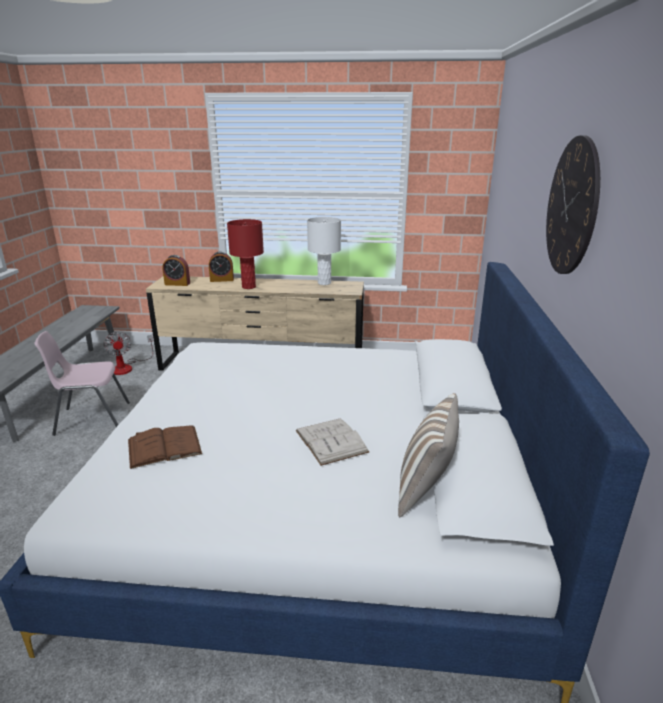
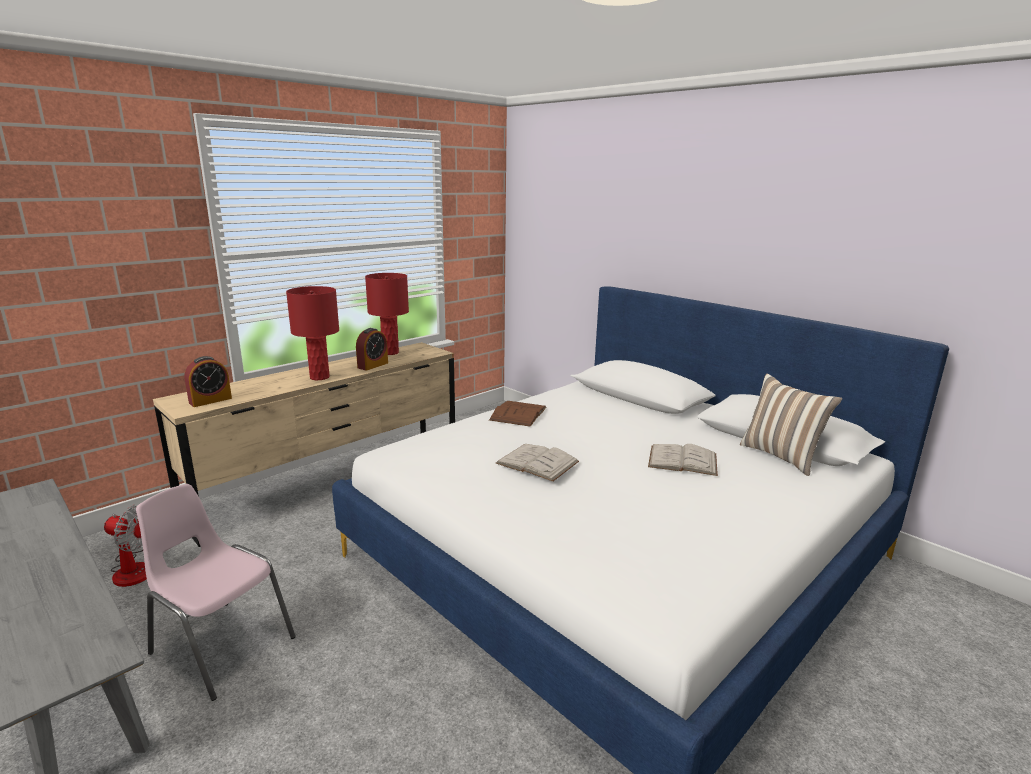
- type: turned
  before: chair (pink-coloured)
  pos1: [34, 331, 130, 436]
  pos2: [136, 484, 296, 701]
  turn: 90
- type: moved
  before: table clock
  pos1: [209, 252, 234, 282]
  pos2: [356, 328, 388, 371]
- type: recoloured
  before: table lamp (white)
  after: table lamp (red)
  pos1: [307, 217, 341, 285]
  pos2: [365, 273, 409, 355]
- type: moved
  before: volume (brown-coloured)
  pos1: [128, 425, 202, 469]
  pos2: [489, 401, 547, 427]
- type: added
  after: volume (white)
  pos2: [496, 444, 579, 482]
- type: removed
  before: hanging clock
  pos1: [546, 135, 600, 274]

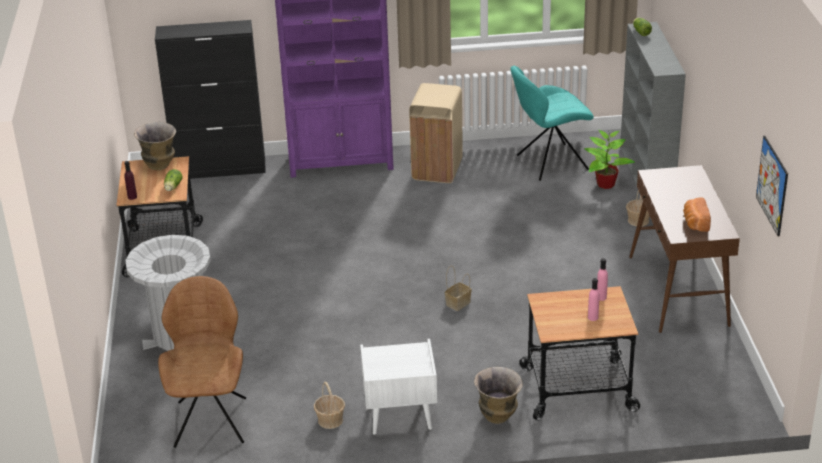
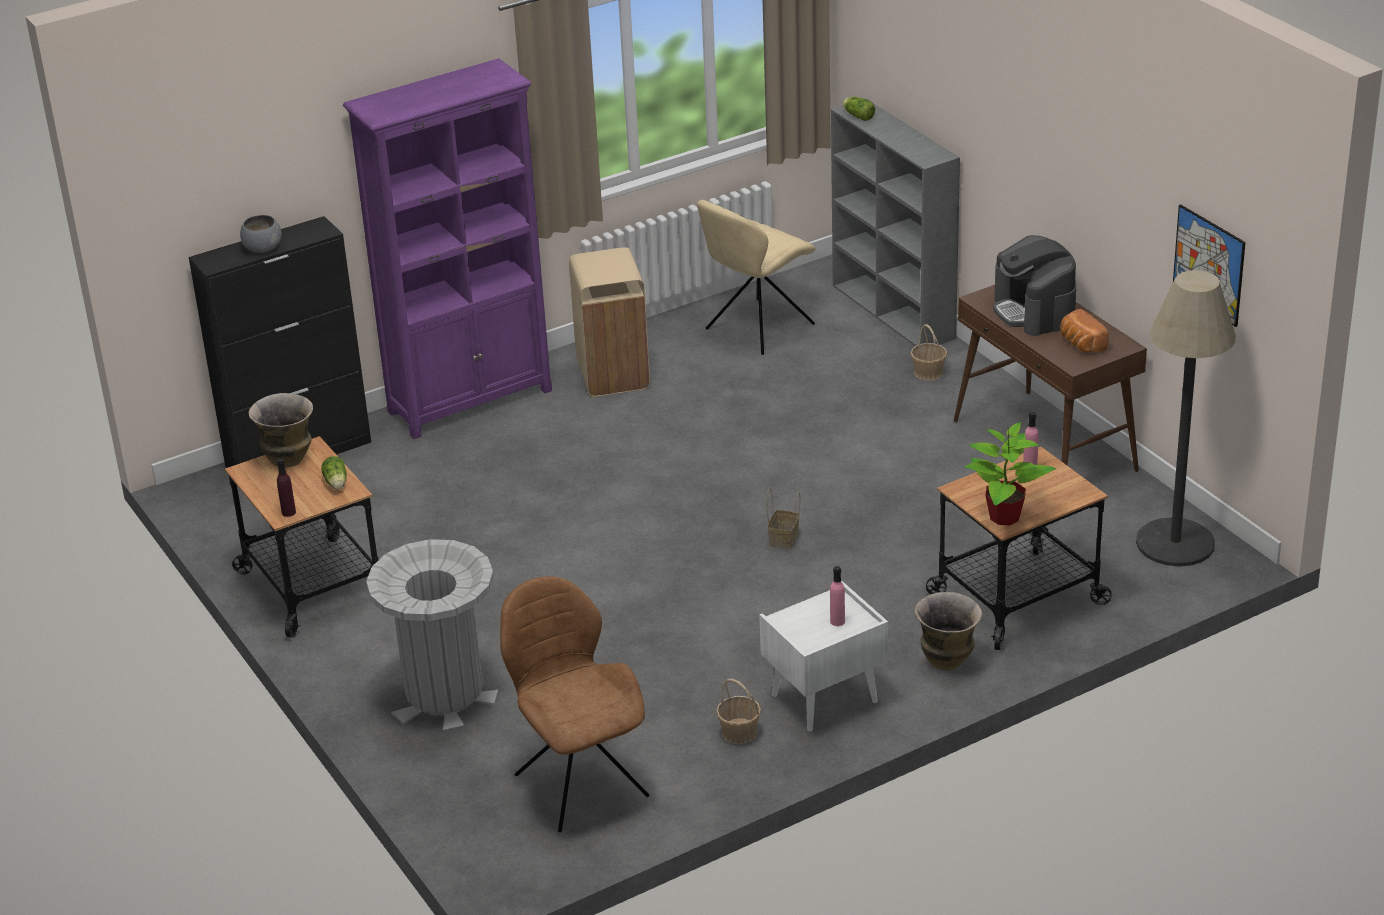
- type: added
  after: deep dish (gray)
  pos2: [240, 215, 281, 253]
- type: recoloured
  before: chair (blue-green)
  after: chair (sand-coloured)
  pos1: [510, 66, 594, 181]
  pos2: [697, 200, 816, 355]
- type: moved
  before: beverage bottle (pink-coloured)
  pos1: [588, 278, 600, 321]
  pos2: [830, 566, 845, 626]
- type: moved
  before: potted plant
  pos1: [584, 130, 635, 189]
  pos2: [964, 422, 1056, 526]
- type: added
  after: coffee maker
  pos2: [993, 235, 1076, 336]
- type: added
  after: standard lamp
  pos2: [1136, 270, 1236, 566]

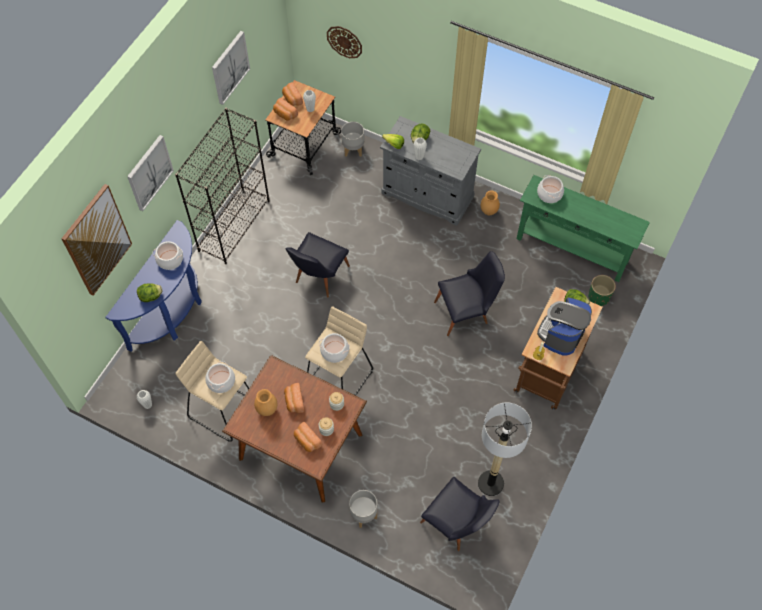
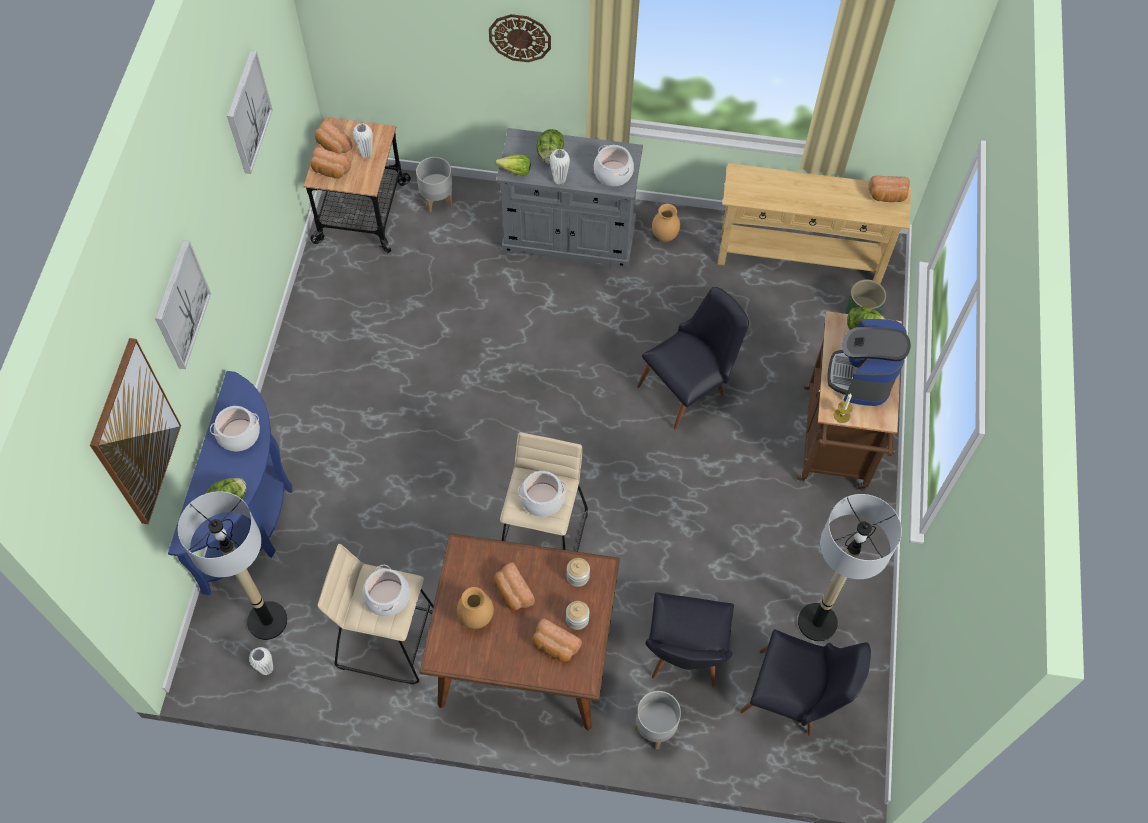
- type: added
  after: standard lamp
  pos2: [178, 491, 288, 640]
- type: moved
  before: hanging clock
  pos1: [327, 26, 362, 58]
  pos2: [489, 14, 551, 62]
- type: moved
  before: cooking pot
  pos1: [537, 175, 564, 203]
  pos2: [594, 145, 634, 186]
- type: moved
  before: chair (blackish)
  pos1: [286, 232, 350, 297]
  pos2: [645, 592, 734, 688]
- type: recoloured
  before: narrow table (green)
  after: narrow table (sand-coloured)
  pos1: [516, 175, 650, 282]
  pos2: [718, 163, 911, 284]
- type: added
  after: bakery bread
  pos2: [869, 175, 910, 202]
- type: removed
  before: bookcase (blackish)
  pos1: [175, 108, 270, 264]

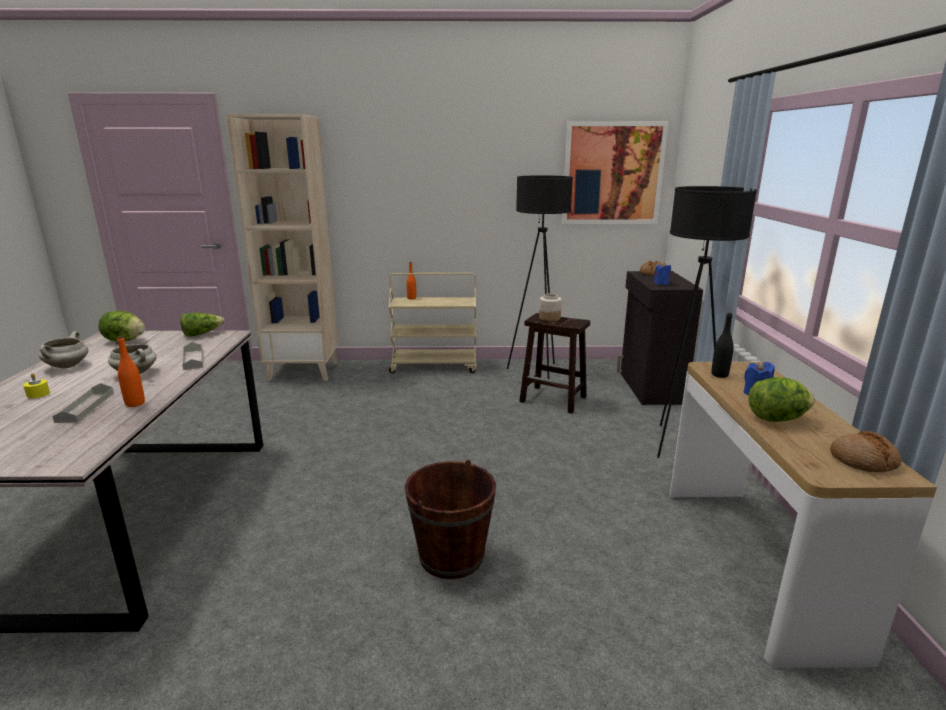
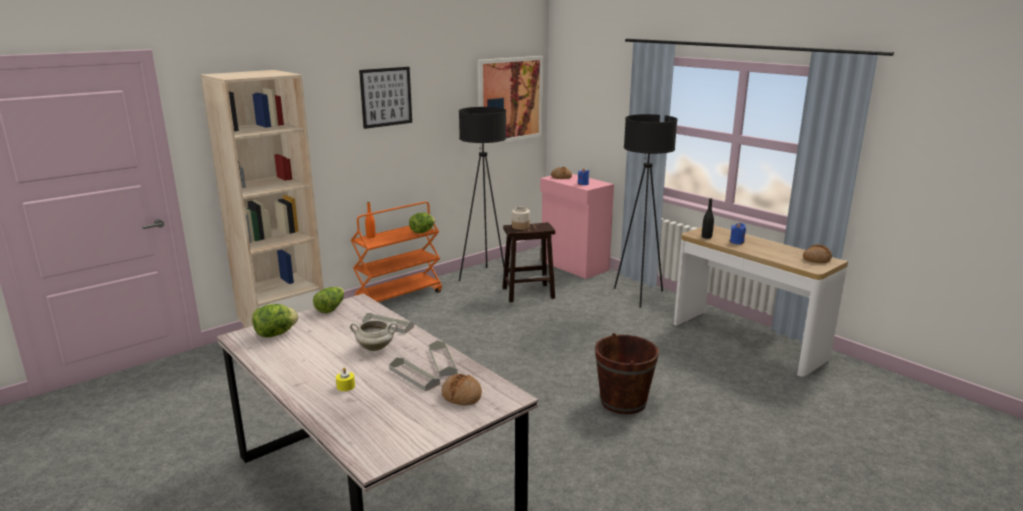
- type: recoloured
  before: trolley (sand-coloured)
  after: trolley (orangey)
  pos1: [389, 273, 477, 373]
  pos2: [351, 201, 442, 302]
- type: added
  after: wall art
  pos2: [359, 67, 412, 129]
- type: moved
  before: lettuce
  pos1: [748, 377, 815, 422]
  pos2: [409, 213, 435, 233]
- type: replaced
  before: beverage bottle (orangey)
  after: carrying tray (gray)
  pos1: [117, 336, 145, 407]
  pos2: [429, 340, 458, 377]
- type: added
  after: bakery bread
  pos2: [442, 374, 482, 405]
- type: recoloured
  before: storage cabinet (blackish)
  after: storage cabinet (pink-coloured)
  pos1: [617, 271, 703, 405]
  pos2: [540, 174, 614, 279]
- type: removed
  before: cooking pot (white)
  pos1: [39, 331, 88, 369]

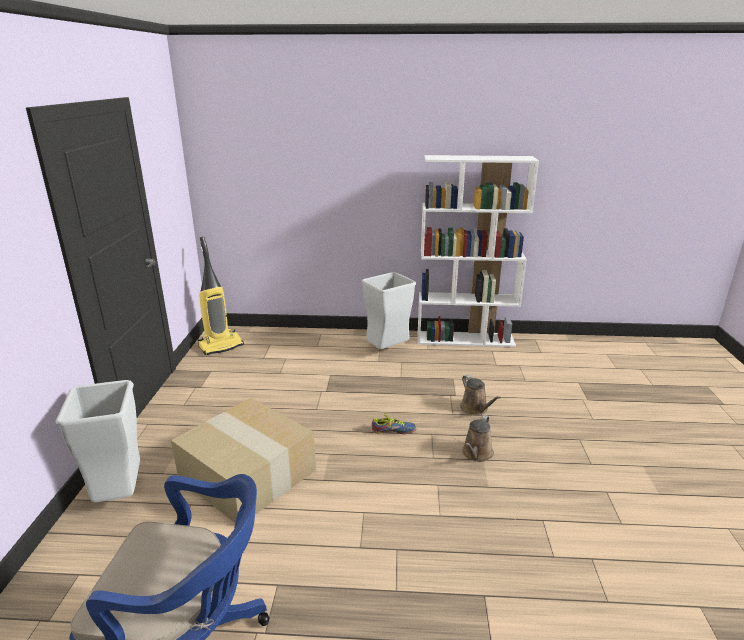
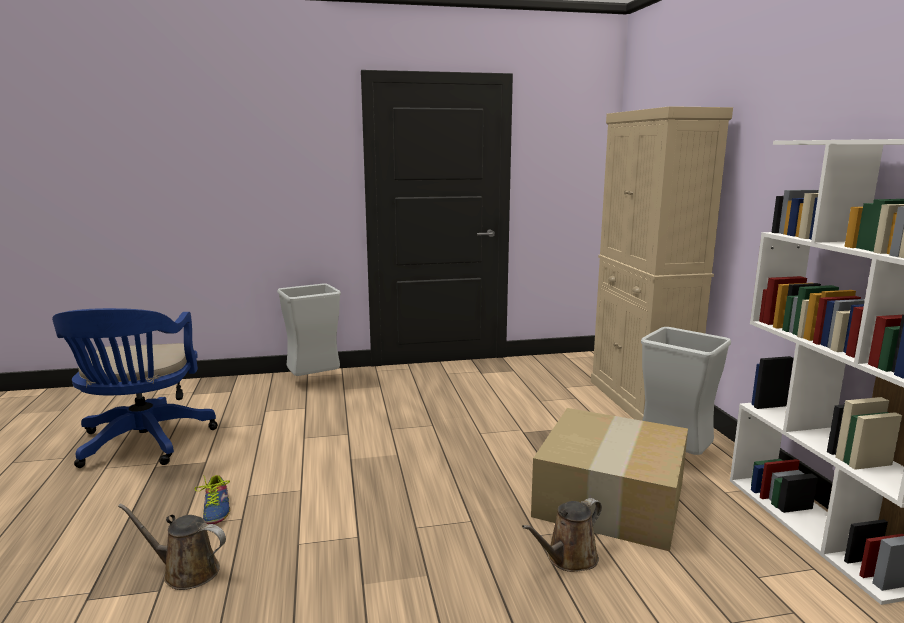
- type: moved
  before: watering pot (brown-coloured)
  pos1: [462, 415, 494, 462]
  pos2: [118, 503, 226, 590]
- type: moved
  before: low shoe
  pos1: [372, 413, 417, 434]
  pos2: [195, 475, 230, 524]
- type: moved
  before: packing box
  pos1: [171, 398, 316, 522]
  pos2: [531, 408, 688, 551]
- type: added
  after: storage cabinet (sand-coloured)
  pos2: [591, 106, 733, 421]
- type: removed
  before: vacuum cleaner
  pos1: [198, 237, 244, 355]

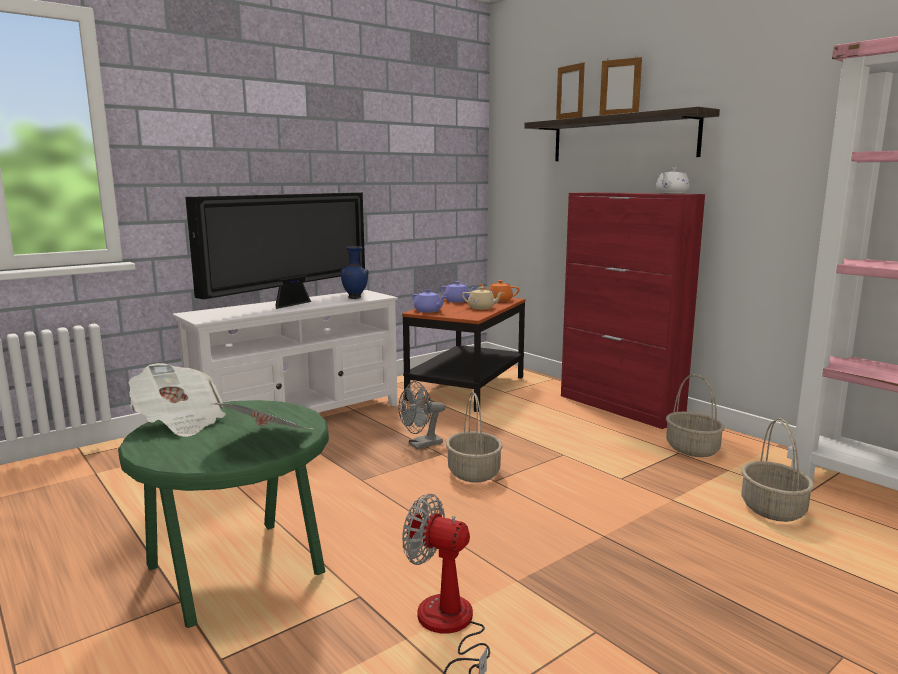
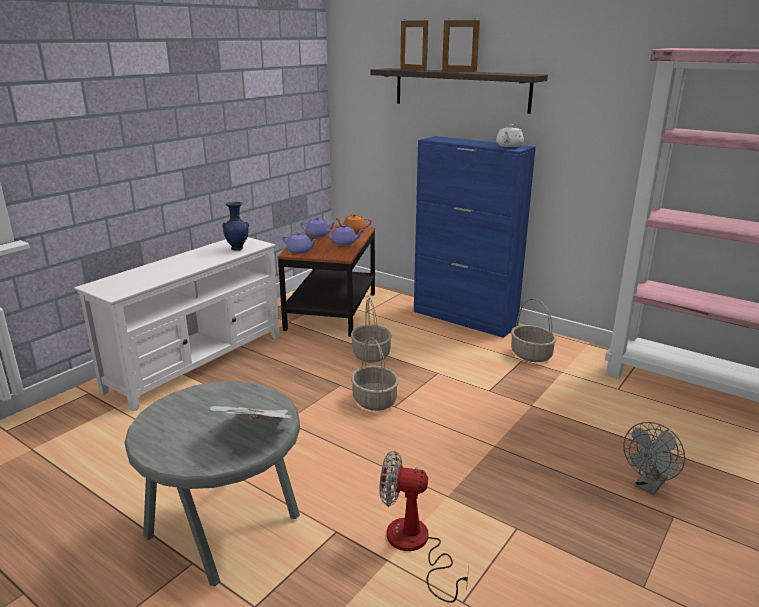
- type: recoloured
  before: end table (green)
  after: end table (gray)
  pos1: [118, 400, 329, 628]
  pos2: [125, 381, 300, 586]
- type: recoloured
  before: tea pot (sand-coloured)
  after: tea pot (purple)
  pos1: [462, 287, 504, 309]
  pos2: [326, 225, 365, 246]
- type: moved
  before: storage basket
  pos1: [742, 418, 814, 522]
  pos2: [351, 298, 392, 363]
- type: recoloured
  before: storage cabinet (red)
  after: storage cabinet (blue-coloured)
  pos1: [561, 192, 705, 429]
  pos2: [414, 136, 536, 338]
- type: moved
  before: fan (gray)
  pos1: [398, 381, 445, 449]
  pos2: [623, 422, 685, 495]
- type: removed
  before: daily paper
  pos1: [129, 363, 226, 437]
- type: removed
  before: television
  pos1: [185, 192, 365, 309]

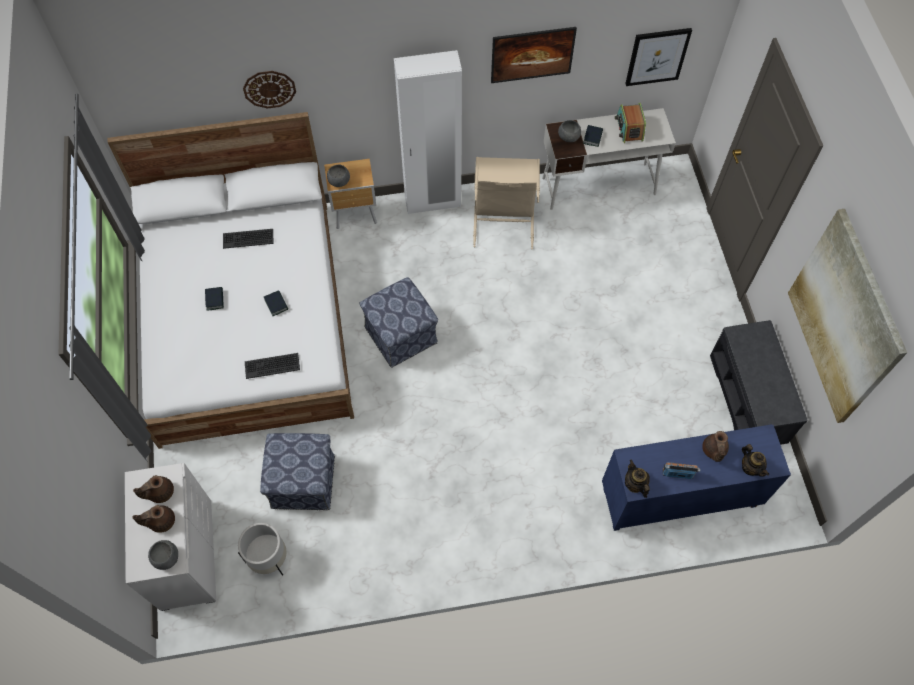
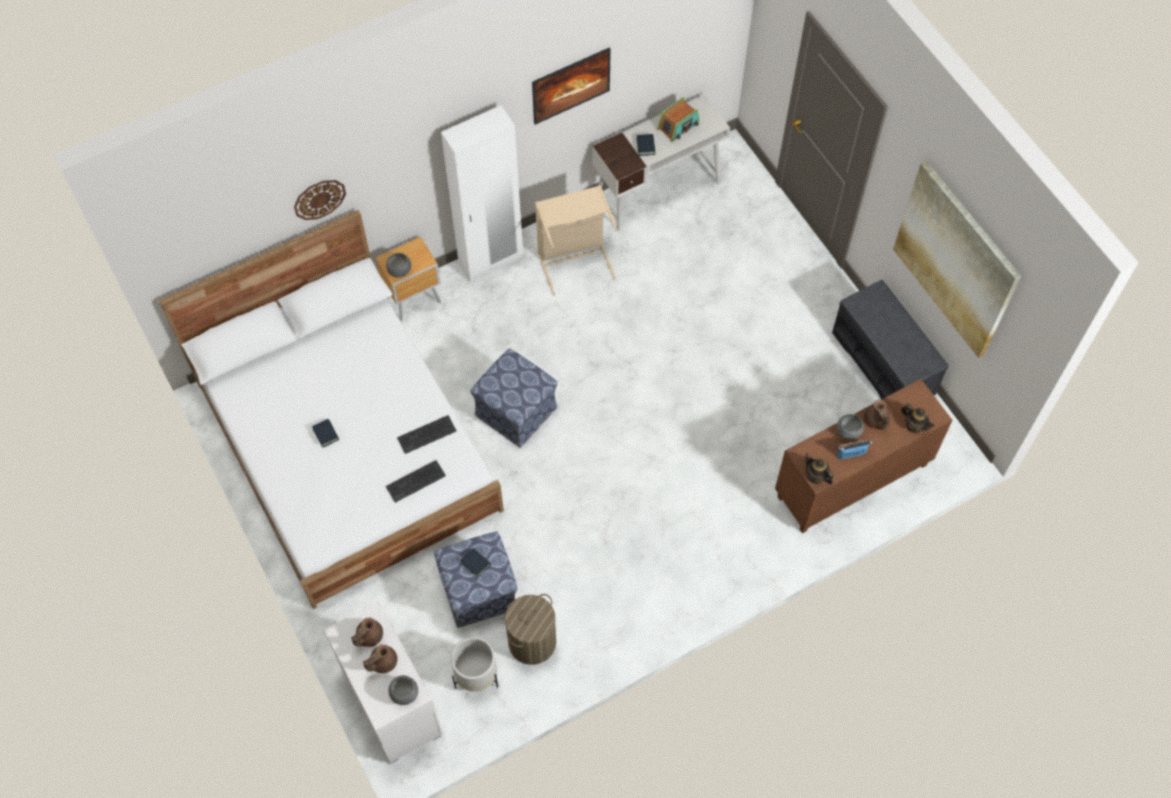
- type: moved
  before: PC keyboard
  pos1: [223, 229, 274, 249]
  pos2: [397, 415, 457, 454]
- type: moved
  before: volume
  pos1: [264, 290, 288, 316]
  pos2: [461, 548, 491, 578]
- type: added
  after: laundry basket
  pos2: [505, 594, 556, 665]
- type: turned
  before: radio
  pos1: [615, 103, 646, 143]
  pos2: [657, 97, 700, 142]
  turn: -105
- type: recoloured
  before: storage cabinet (blue-coloured)
  after: storage cabinet (brown-coloured)
  pos1: [602, 424, 791, 531]
  pos2: [775, 379, 953, 533]
- type: moved
  before: deep dish (gray)
  pos1: [558, 120, 581, 142]
  pos2: [837, 414, 864, 440]
- type: removed
  before: wall art
  pos1: [625, 28, 692, 86]

